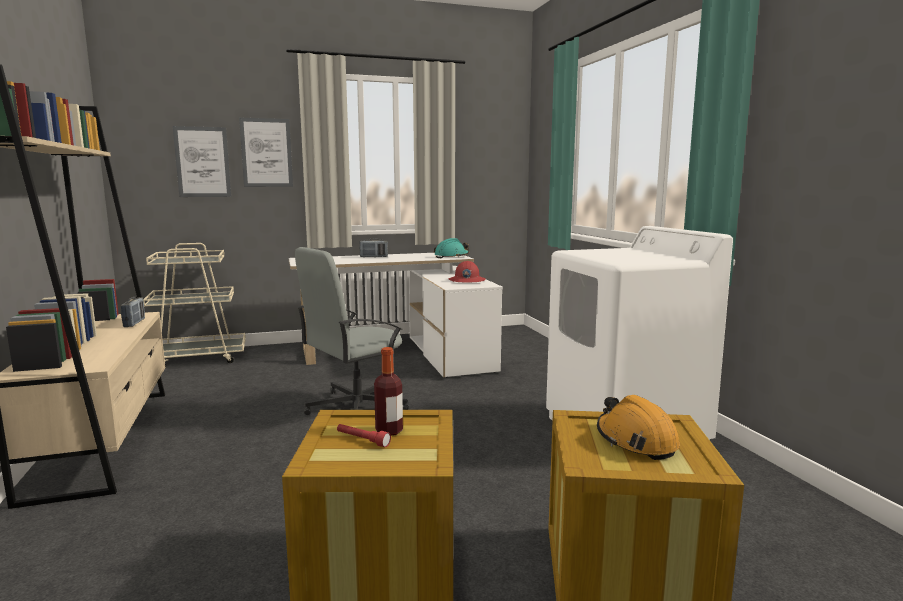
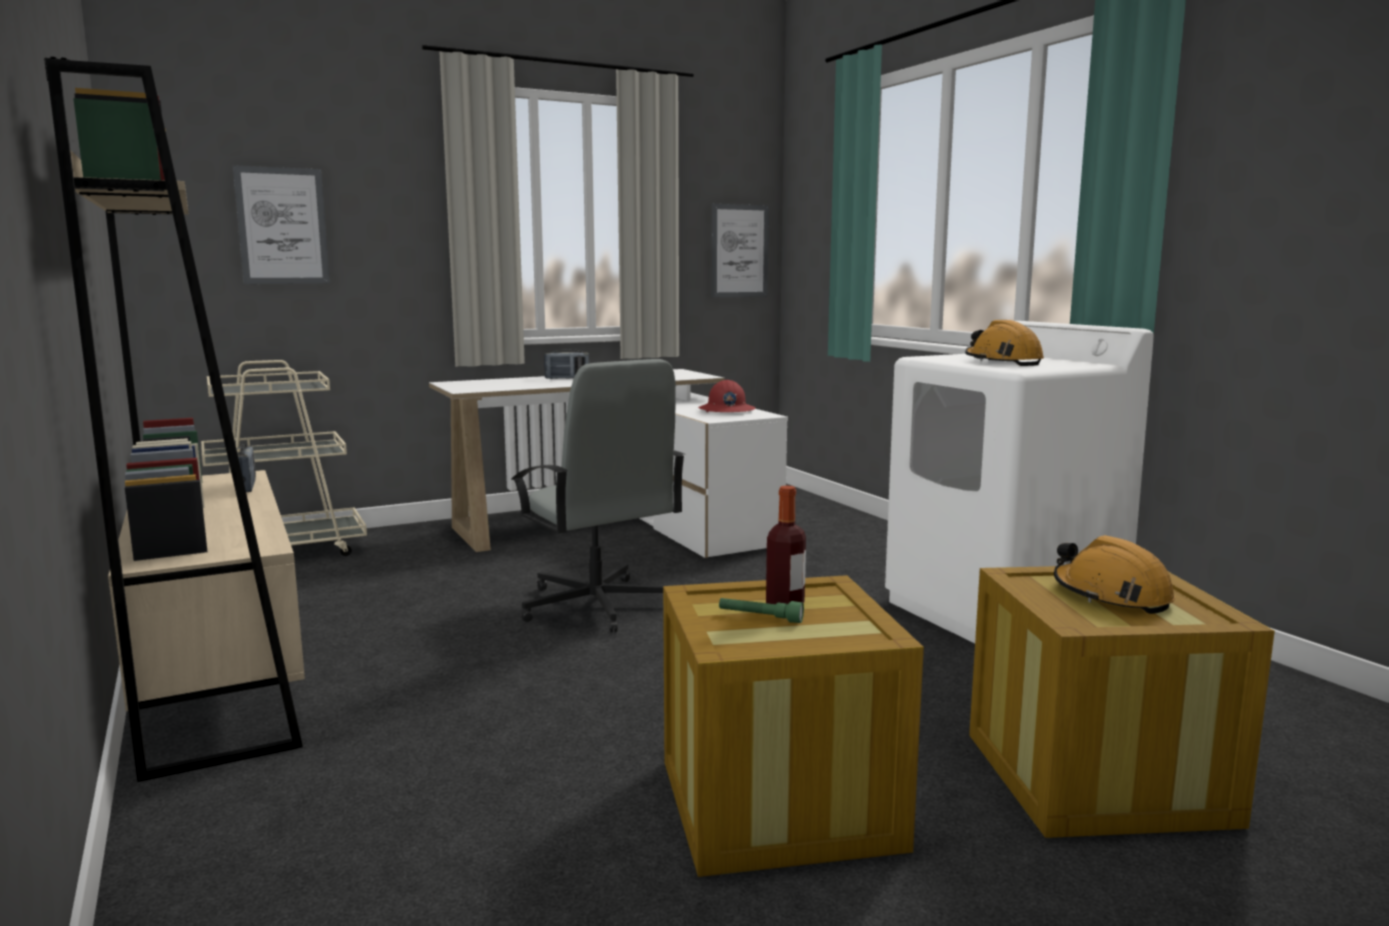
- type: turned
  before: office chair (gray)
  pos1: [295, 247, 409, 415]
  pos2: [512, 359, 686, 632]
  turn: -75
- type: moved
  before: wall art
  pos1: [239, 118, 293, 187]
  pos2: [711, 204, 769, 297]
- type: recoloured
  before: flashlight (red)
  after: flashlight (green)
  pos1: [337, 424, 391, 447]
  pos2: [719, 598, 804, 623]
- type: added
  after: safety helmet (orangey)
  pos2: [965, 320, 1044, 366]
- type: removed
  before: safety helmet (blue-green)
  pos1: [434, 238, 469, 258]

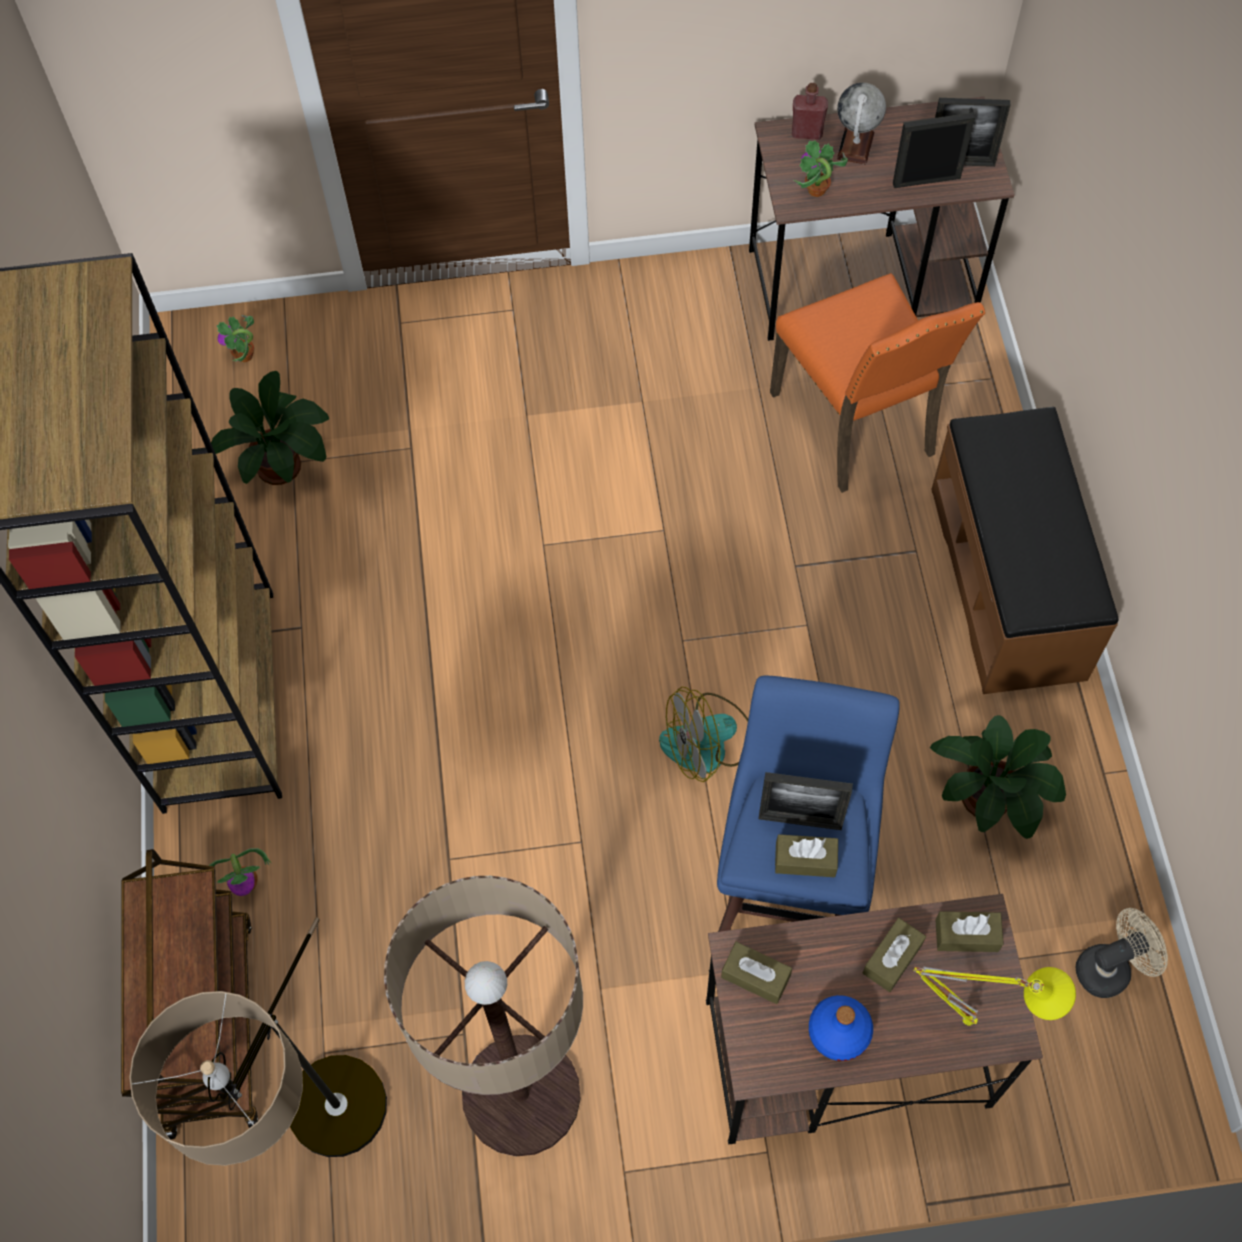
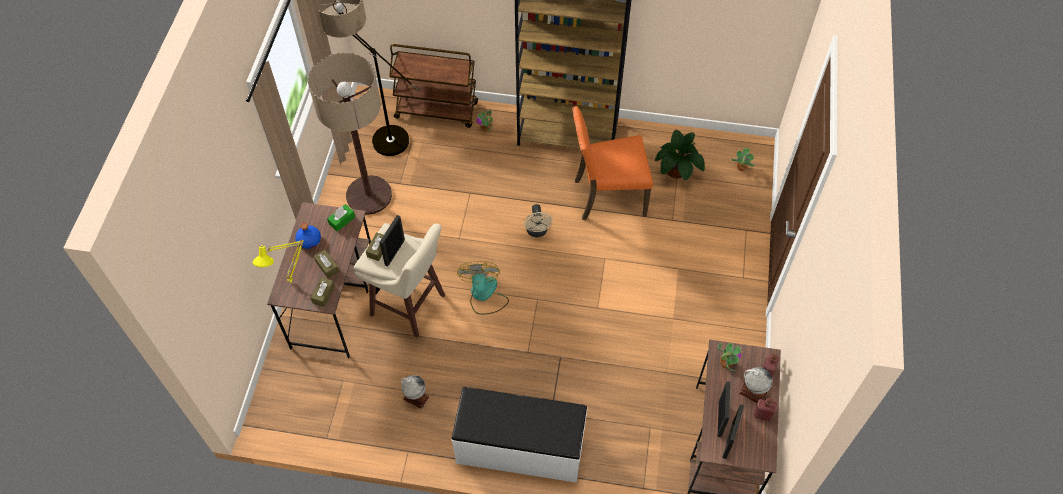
- type: recoloured
  before: tissue box (brown-coloured)
  after: tissue box (green)
  pos1: [721, 942, 792, 1004]
  pos2: [327, 204, 355, 232]
- type: recoloured
  before: sitting stool (blue-coloured)
  after: sitting stool (sand-coloured)
  pos1: [717, 676, 900, 932]
  pos2: [353, 223, 445, 338]
- type: replaced
  before: potted plant
  after: world globe
  pos1: [930, 715, 1066, 839]
  pos2: [401, 375, 429, 409]
- type: recoloured
  before: long seat (brown-coloured)
  after: long seat (white)
  pos1: [931, 407, 1118, 694]
  pos2: [452, 387, 587, 483]
- type: moved
  before: fan (sand-coloured)
  pos1: [1076, 908, 1168, 998]
  pos2: [524, 204, 553, 237]
- type: moved
  before: chair (orangey)
  pos1: [770, 273, 985, 493]
  pos2: [572, 106, 653, 220]
- type: added
  after: beverage bottle (red)
  pos2: [754, 398, 778, 421]

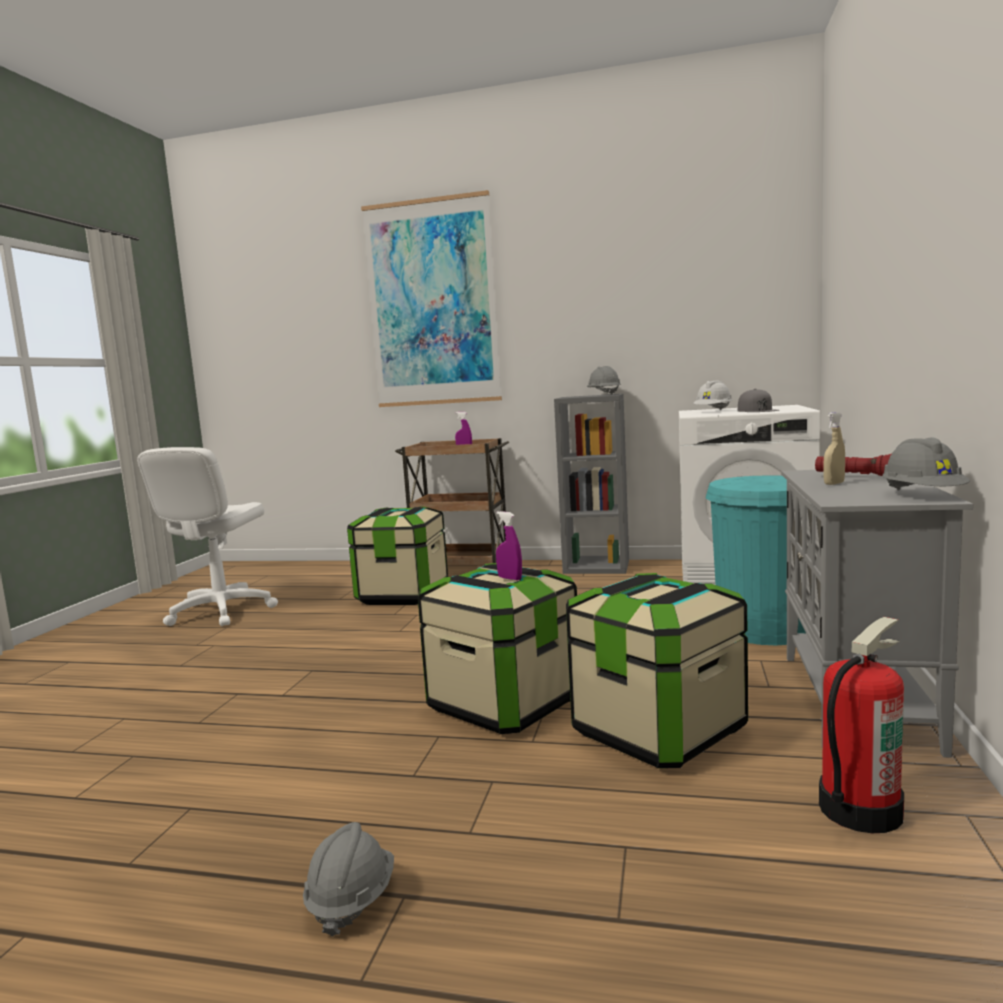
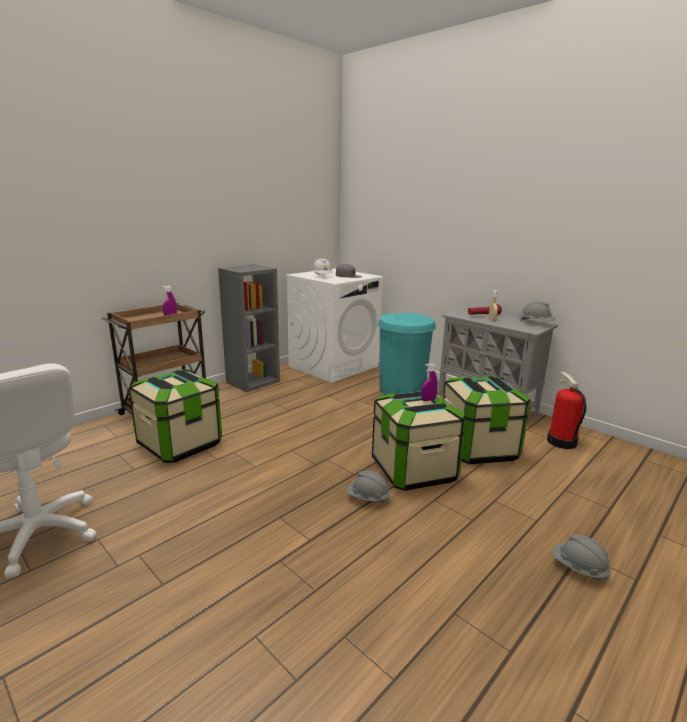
- type: moved
  before: safety helmet (gray)
  pos1: [587, 366, 621, 395]
  pos2: [347, 471, 391, 502]
- type: removed
  before: wall art
  pos1: [361, 190, 502, 407]

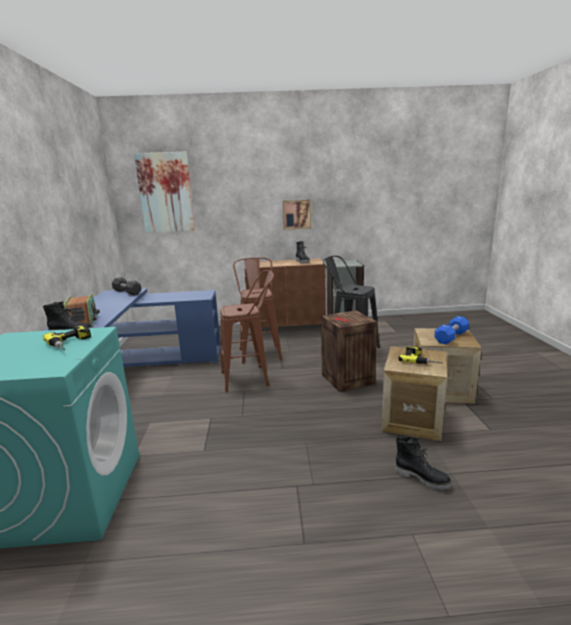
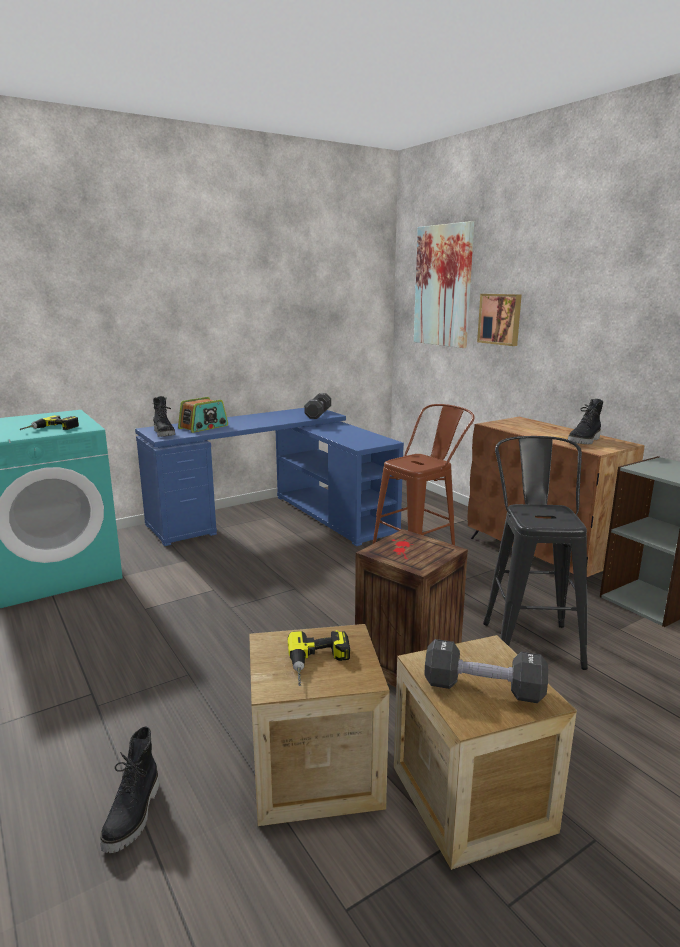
- type: recoloured
  before: dumbbell (blue-coloured)
  after: dumbbell (blackish)
  pos1: [434, 316, 469, 344]
  pos2: [424, 639, 548, 703]
- type: moved
  before: wall art
  pos1: [282, 200, 311, 230]
  pos2: [477, 294, 522, 346]
- type: removed
  before: sitting stool (brown-coloured)
  pos1: [221, 270, 274, 392]

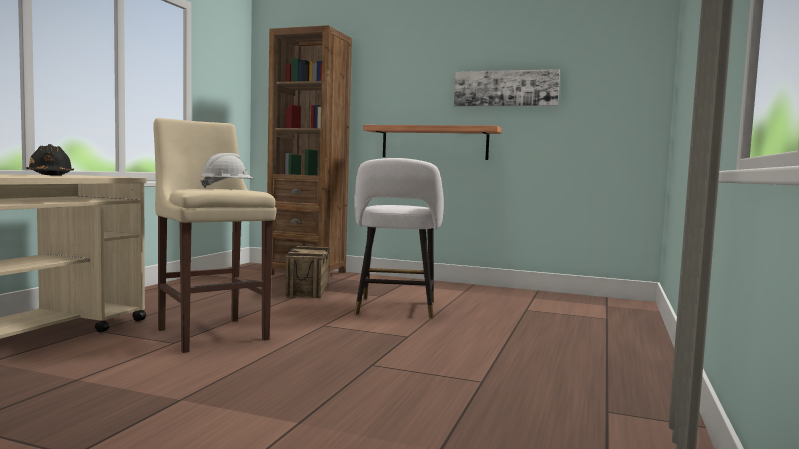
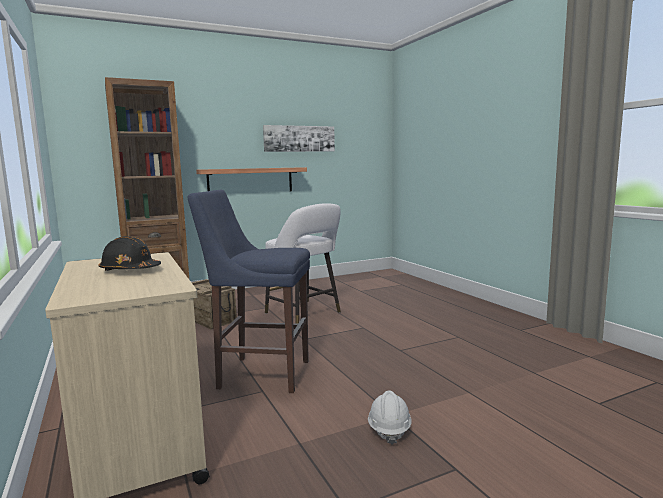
- type: recoloured
  before: sitting stool (sand-coloured)
  after: sitting stool (blue-coloured)
  pos1: [153, 118, 277, 353]
  pos2: [188, 189, 310, 393]
- type: moved
  before: safety helmet (white)
  pos1: [200, 153, 254, 188]
  pos2: [368, 390, 412, 445]

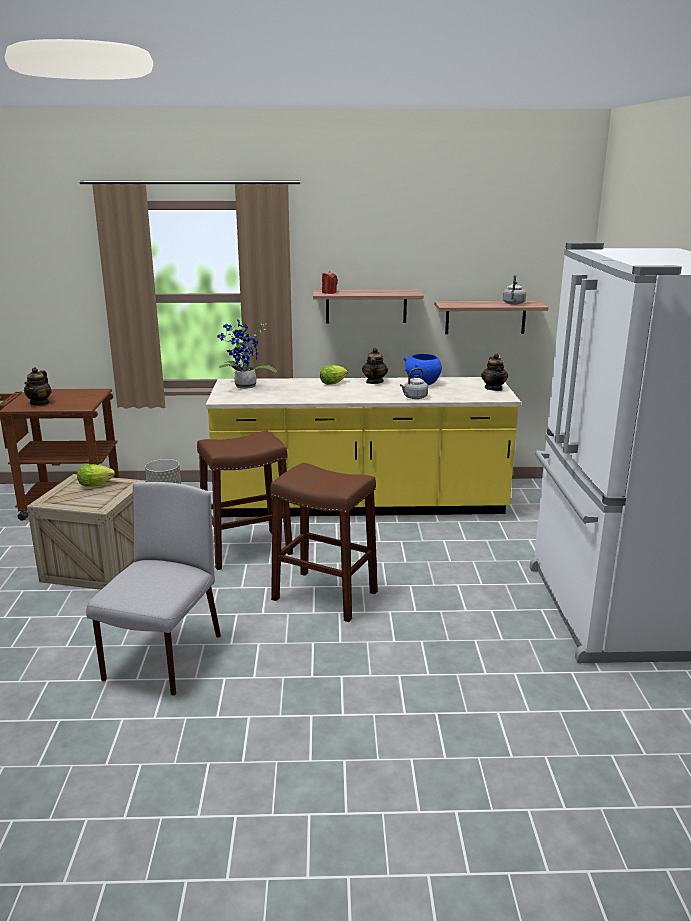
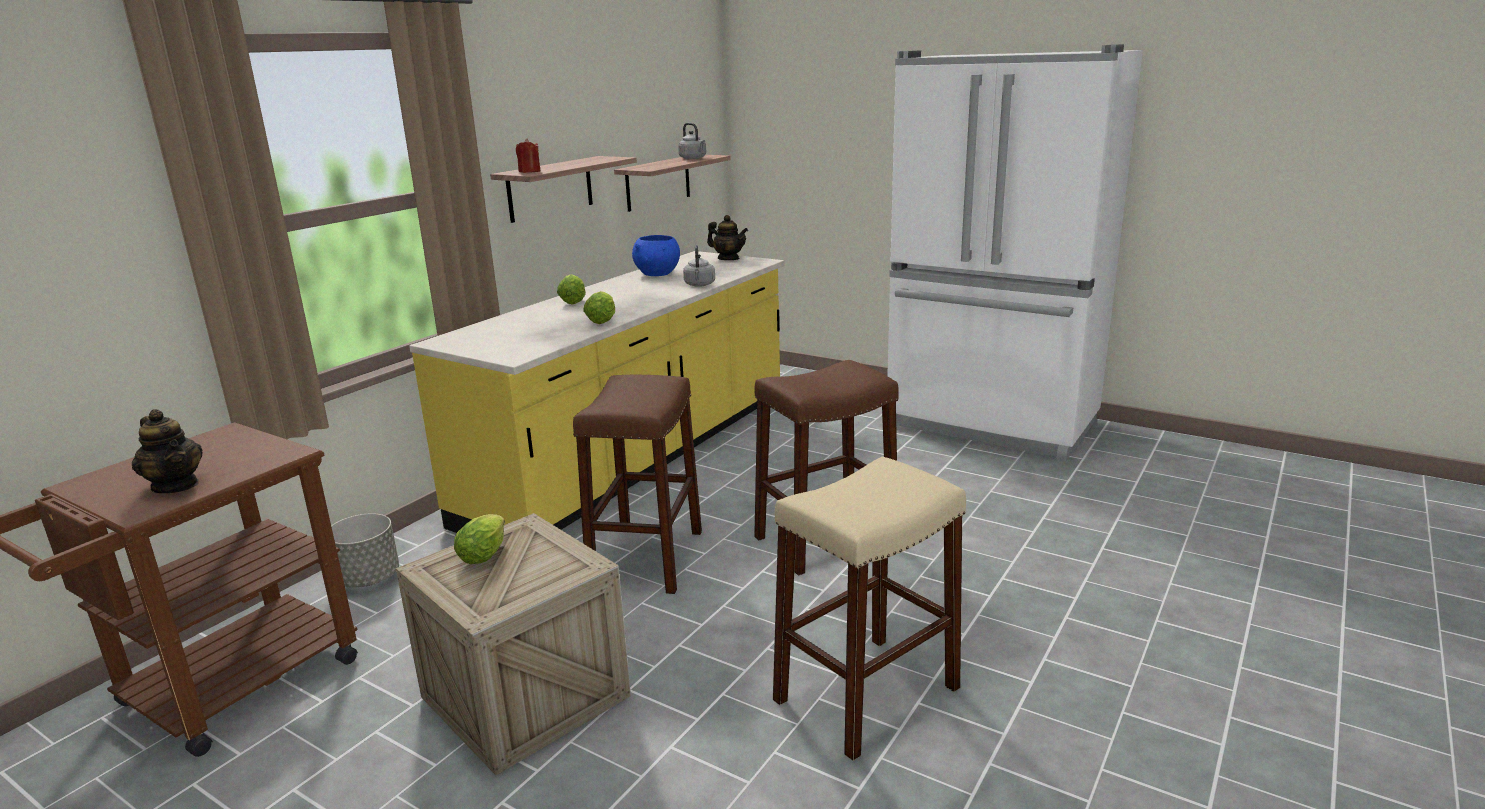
- type: added
  after: lettuce
  pos2: [583, 291, 615, 324]
- type: replaced
  before: chair (gray)
  after: sitting stool (sand-coloured)
  pos1: [86, 482, 221, 696]
  pos2: [773, 457, 966, 761]
- type: removed
  before: potted plant
  pos1: [217, 320, 277, 389]
- type: removed
  before: tea pot
  pos1: [362, 348, 388, 384]

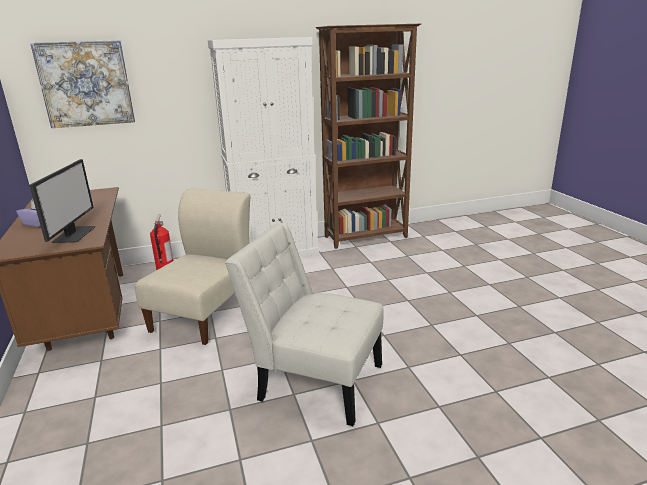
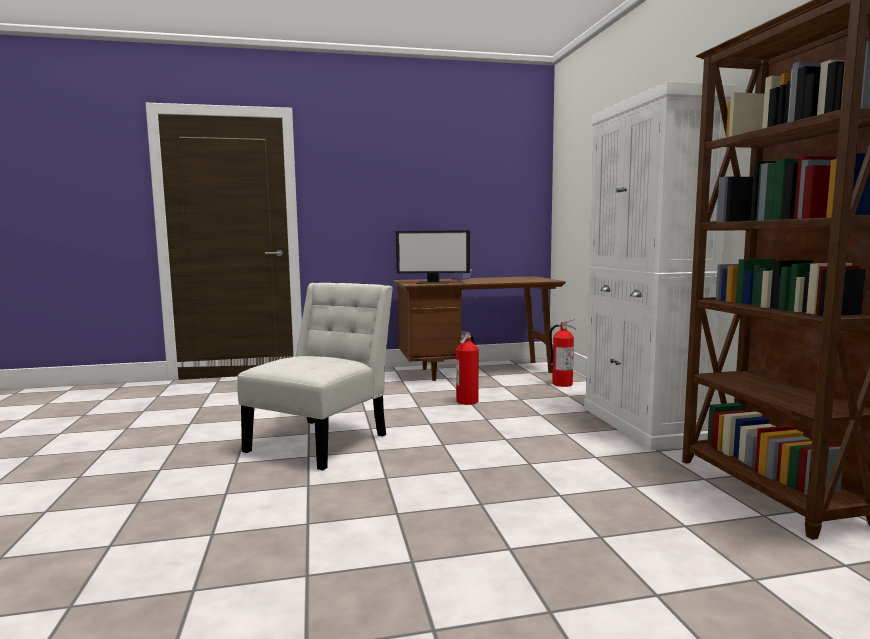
- type: replaced
  before: chair (sand-coloured)
  after: fire-fighting cylinder
  pos1: [135, 188, 250, 345]
  pos2: [456, 331, 479, 405]
- type: removed
  before: wall art
  pos1: [30, 40, 135, 128]

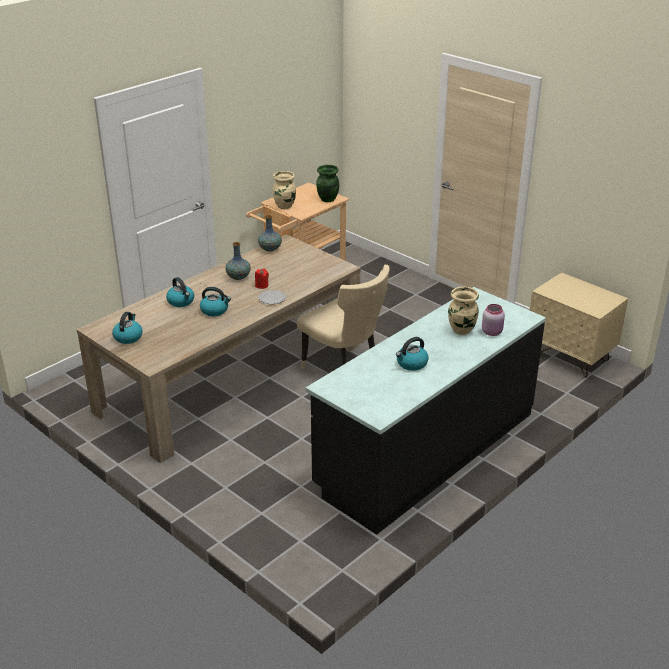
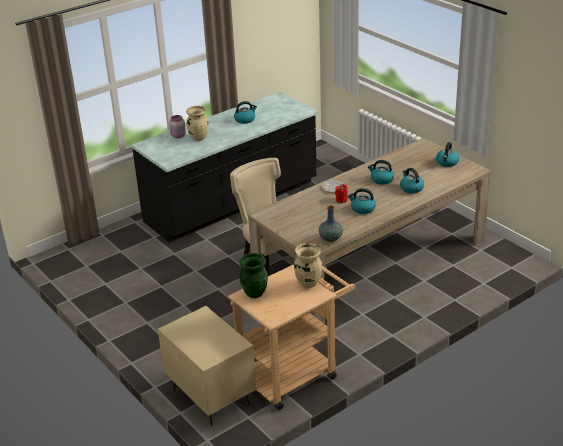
- type: moved
  before: bedside table (sand-coloured)
  pos1: [530, 272, 628, 378]
  pos2: [158, 306, 256, 426]
- type: replaced
  before: flower vase
  after: tea kettle
  pos1: [226, 242, 251, 280]
  pos2: [348, 188, 376, 214]

